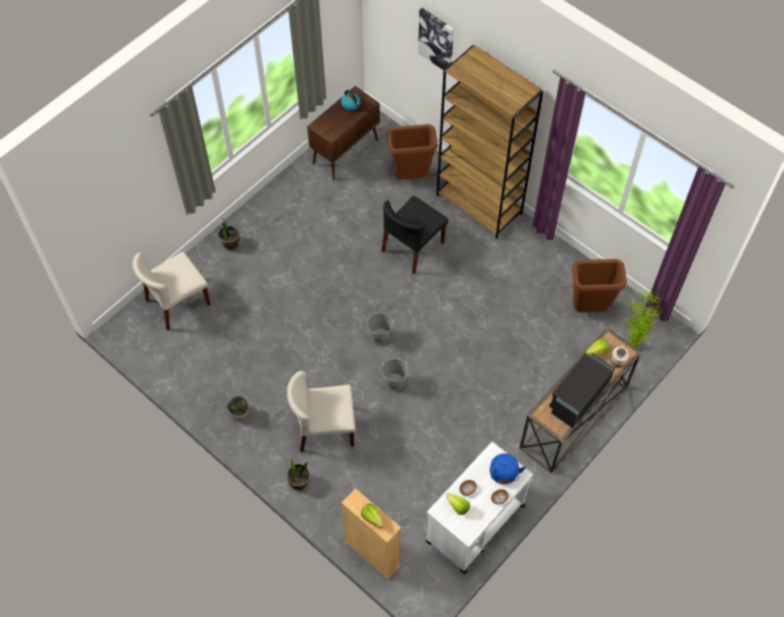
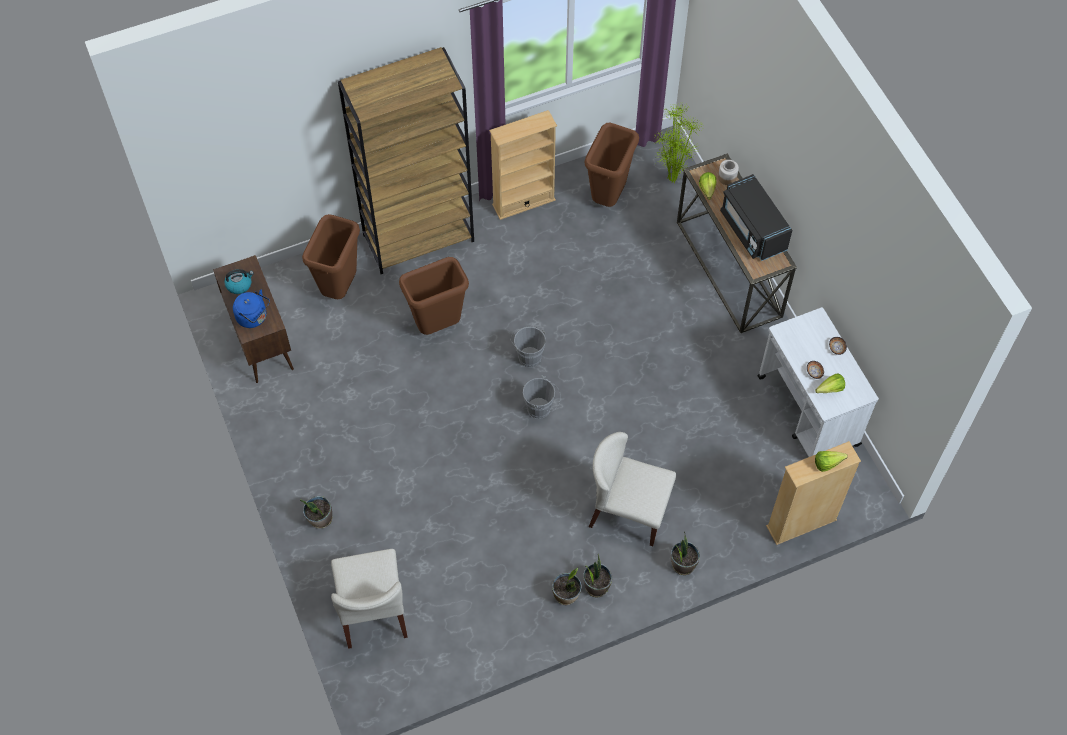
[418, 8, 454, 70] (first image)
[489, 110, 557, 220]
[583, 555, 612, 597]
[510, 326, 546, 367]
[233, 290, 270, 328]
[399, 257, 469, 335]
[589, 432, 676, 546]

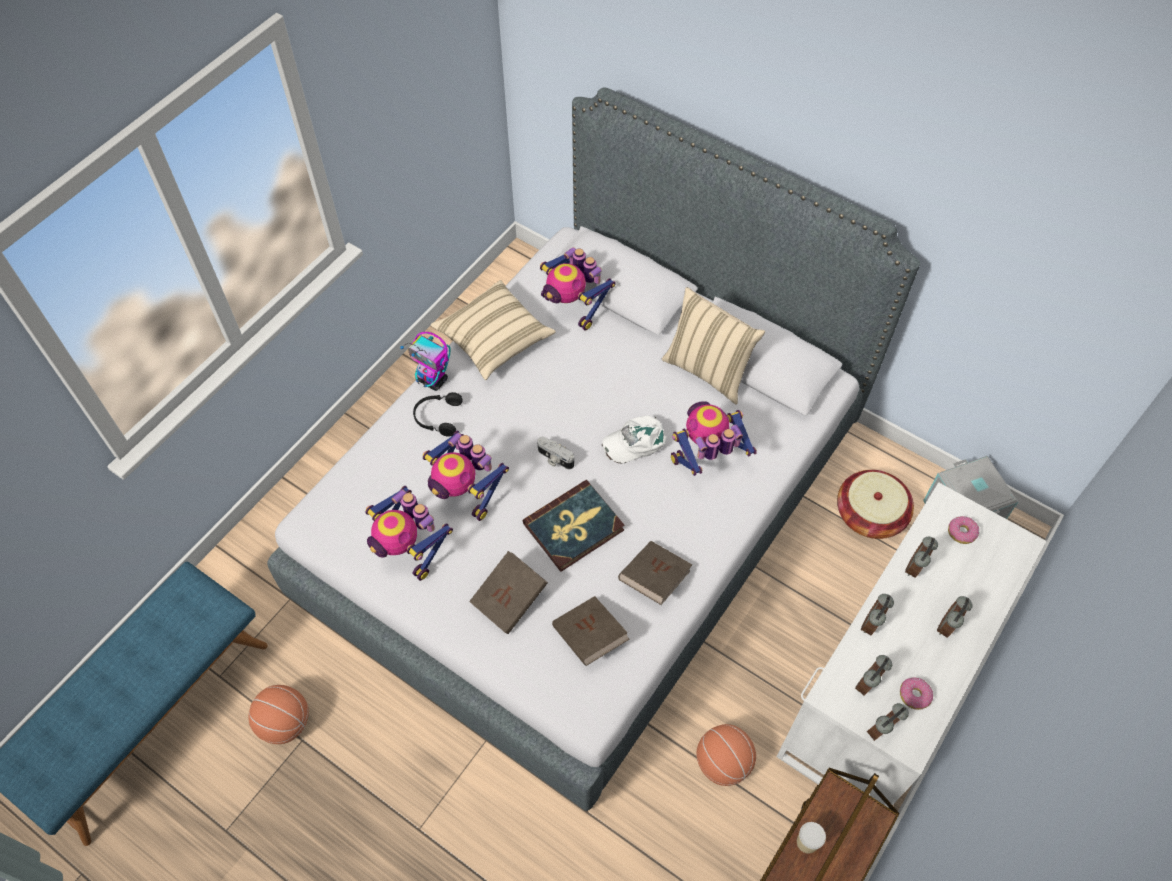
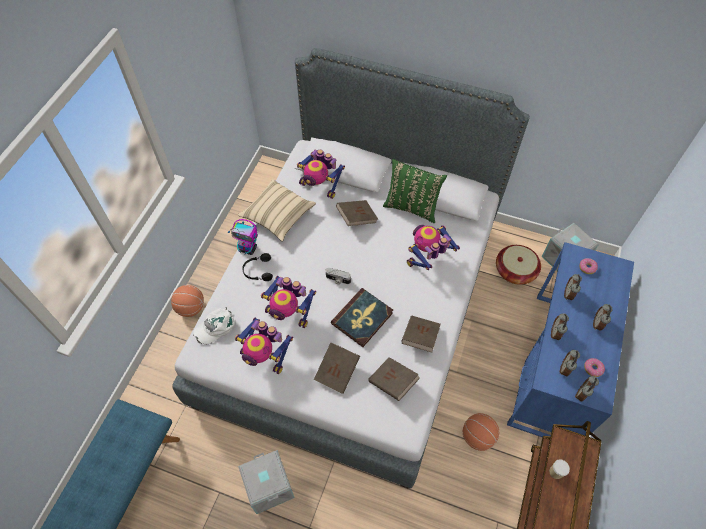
[238, 450, 295, 514]
[336, 200, 378, 226]
[171, 285, 204, 317]
[193, 307, 235, 345]
[383, 159, 447, 223]
[507, 242, 634, 437]

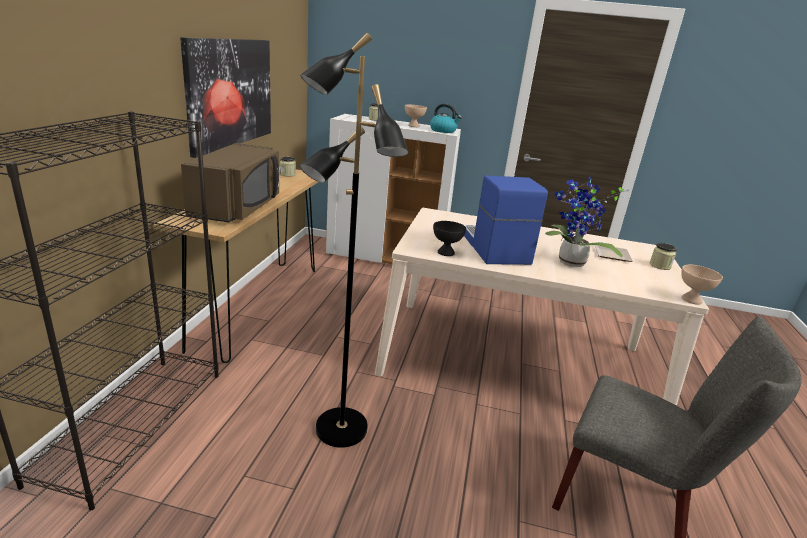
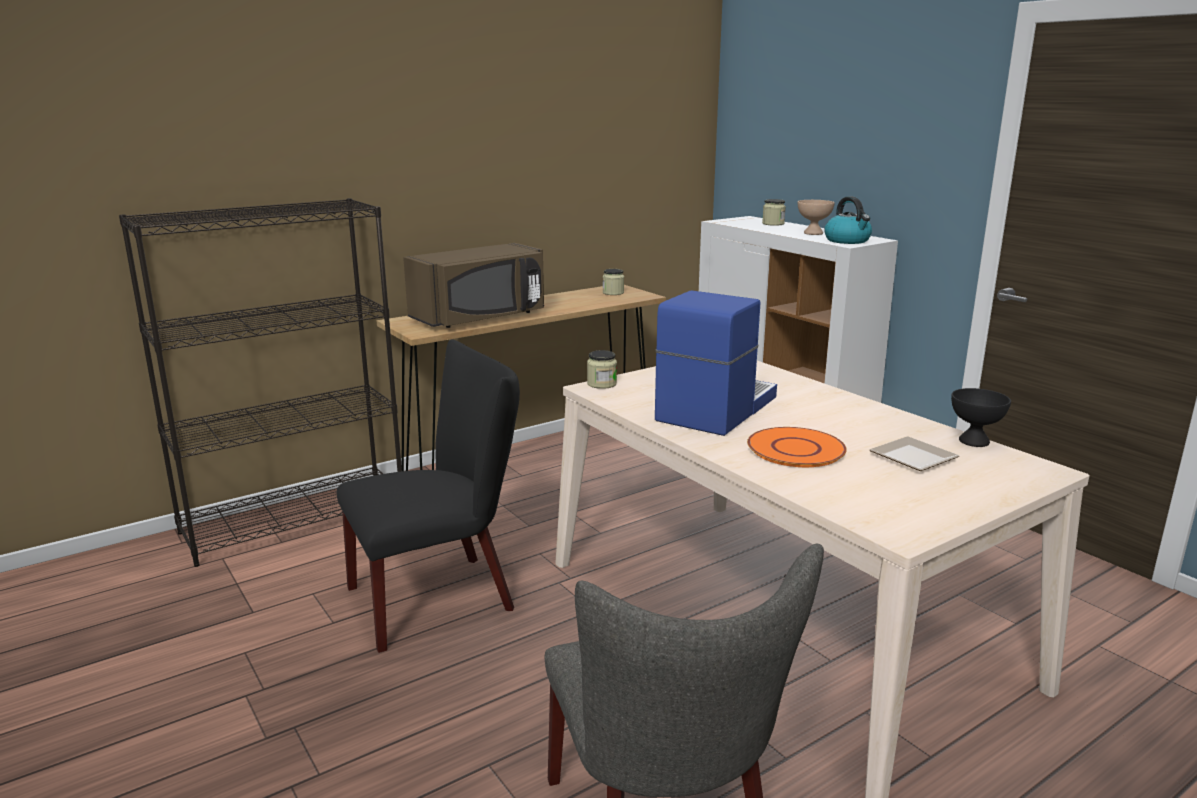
[180, 37, 271, 158] (first image)
[681, 265, 723, 305] (first image)
[951, 388, 1011, 447]
[587, 350, 617, 389]
[337, 339, 520, 653]
[747, 427, 847, 467]

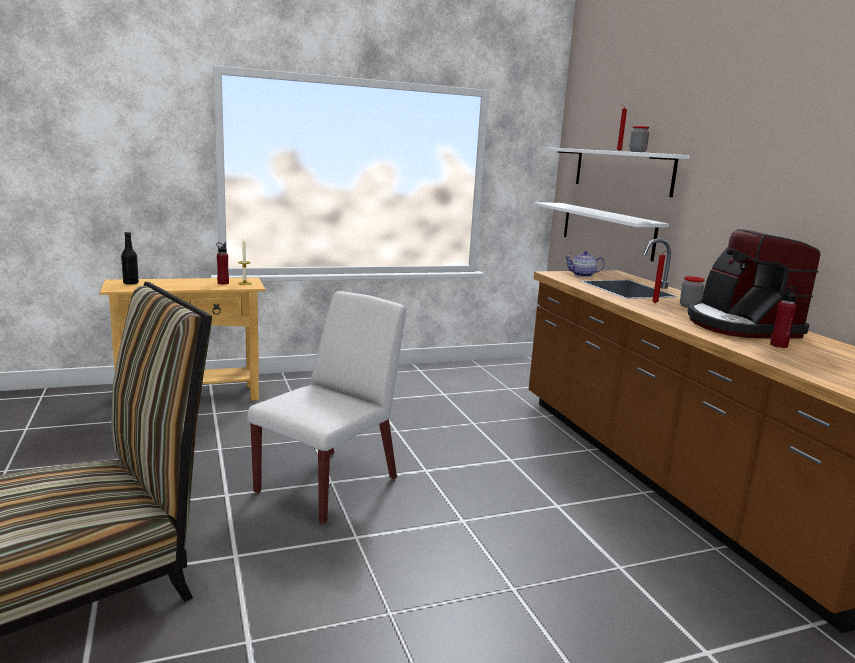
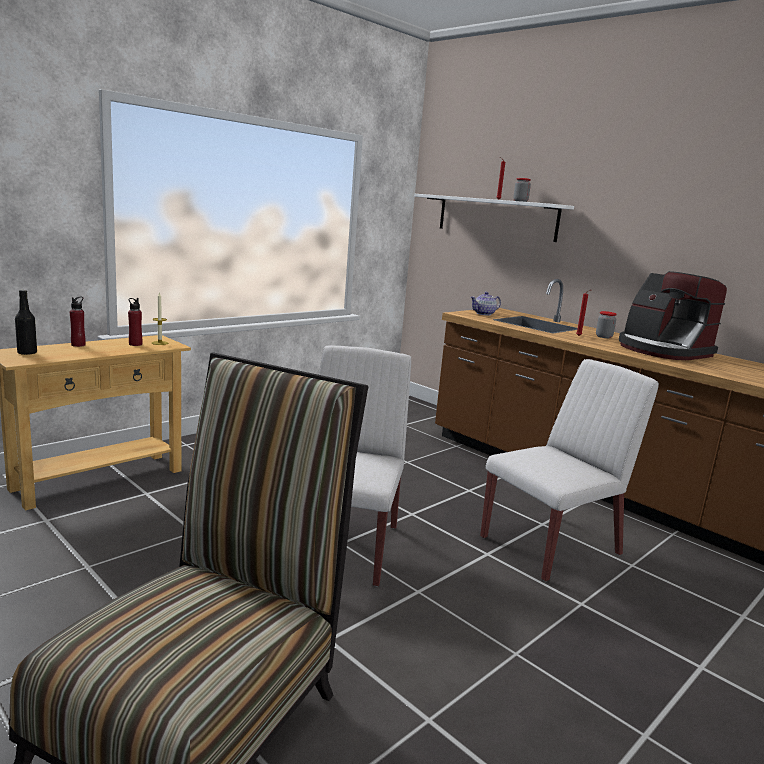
[534, 202, 669, 261] (first image)
[480, 359, 659, 582]
[70, 296, 86, 347]

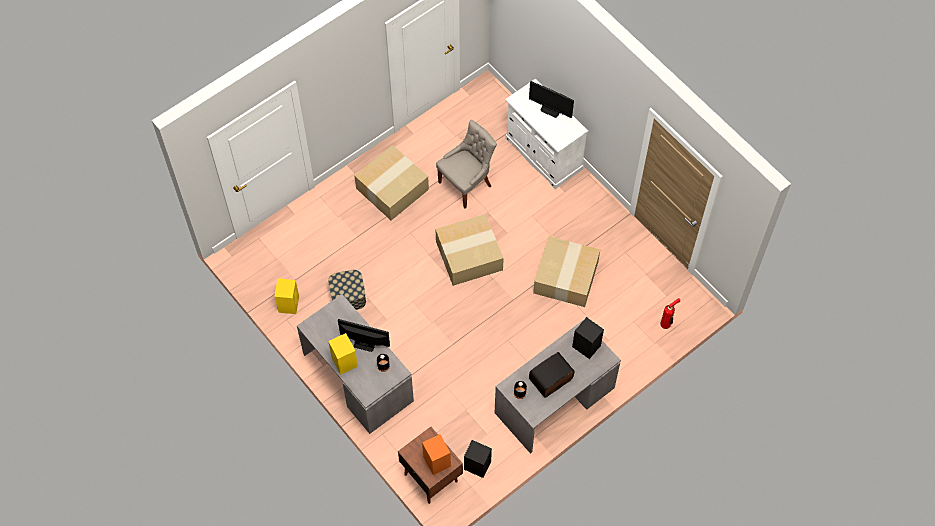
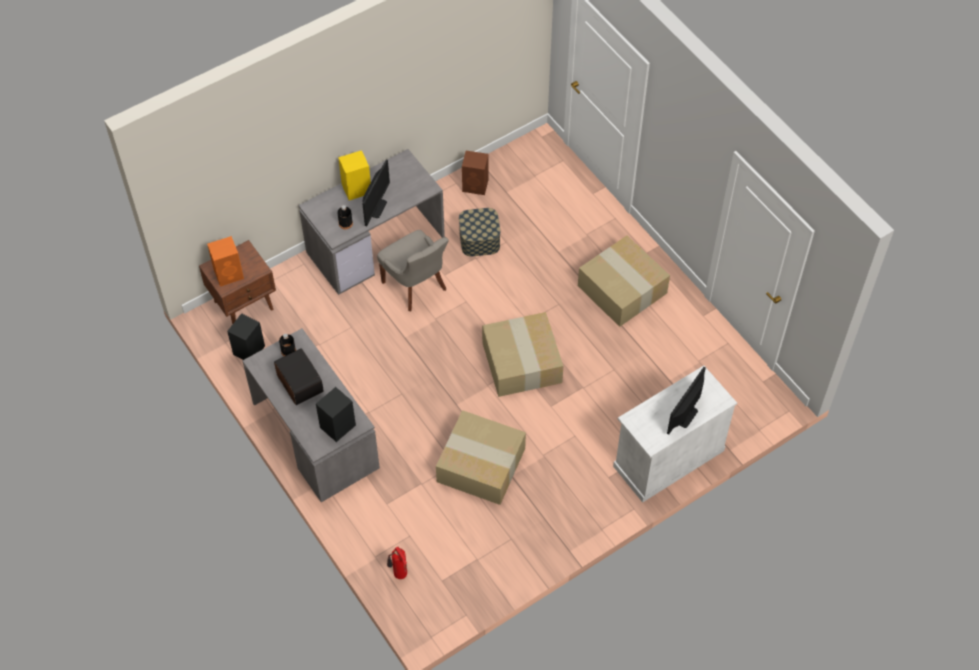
[377, 230, 449, 311]
[462, 151, 489, 195]

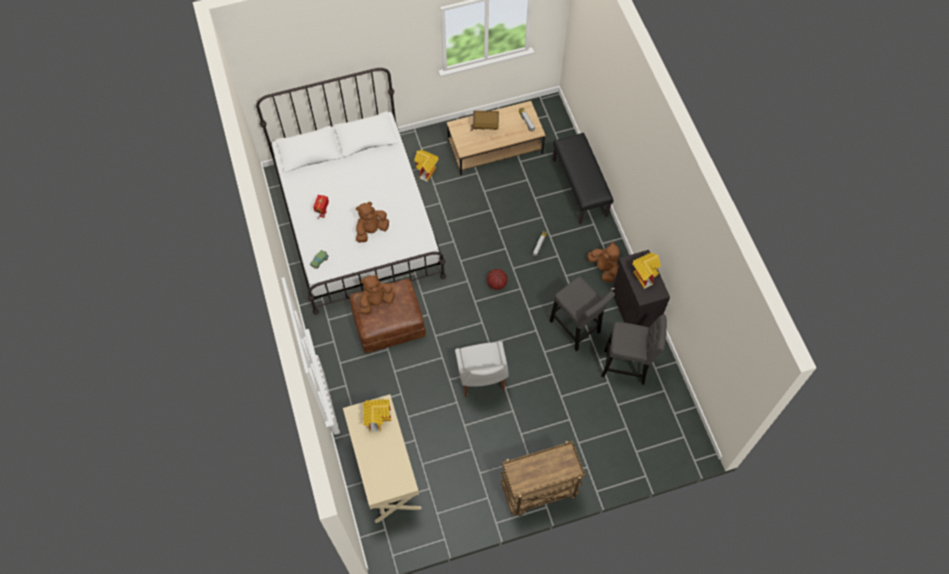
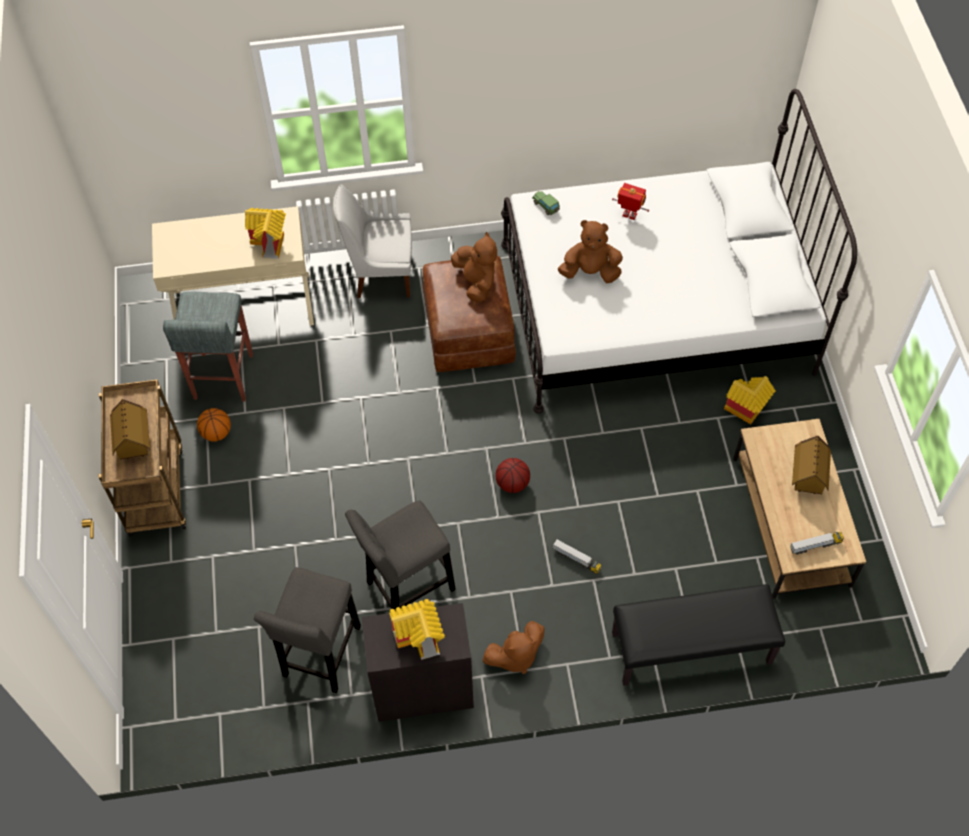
[110, 399, 150, 460]
[163, 292, 253, 401]
[197, 408, 231, 442]
[333, 184, 412, 298]
[558, 220, 623, 283]

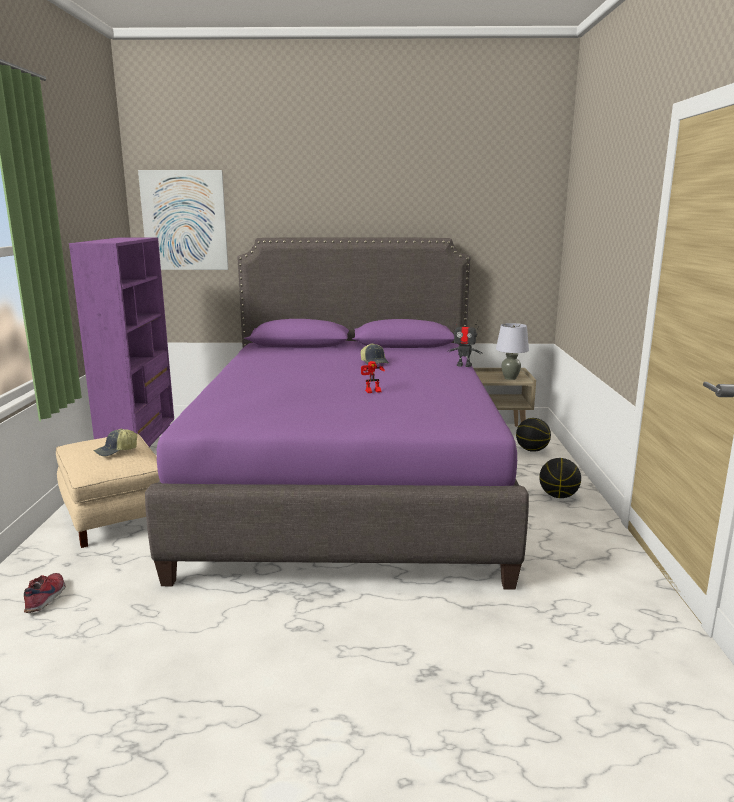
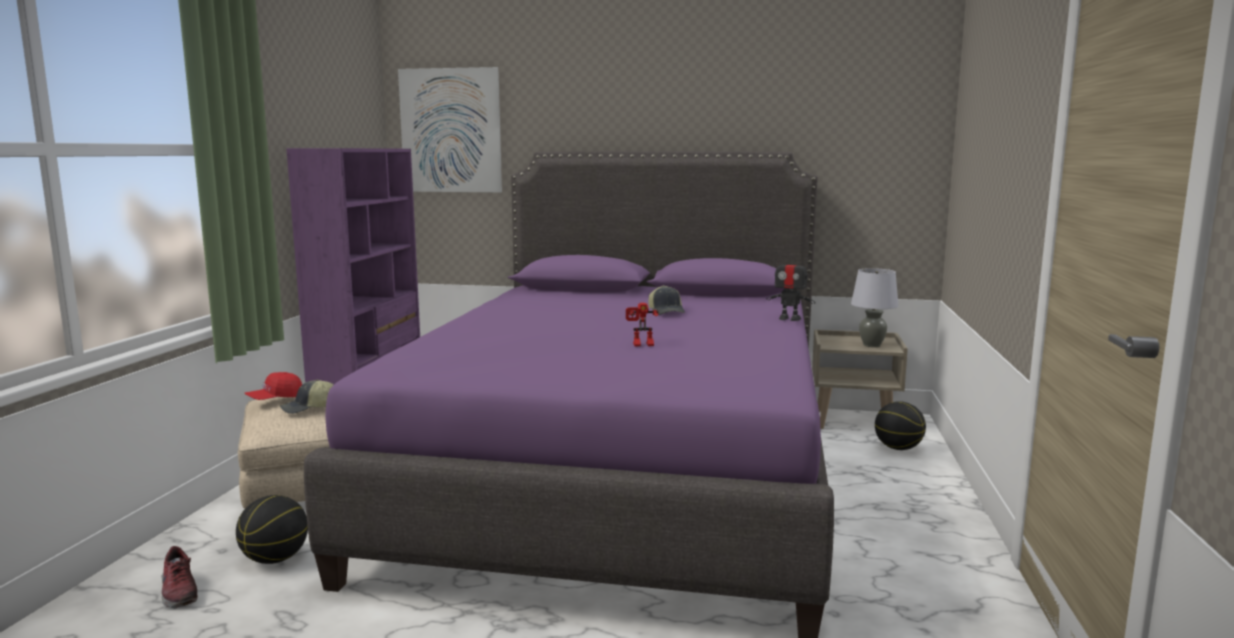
[245, 372, 302, 400]
[236, 495, 308, 564]
[161, 546, 198, 608]

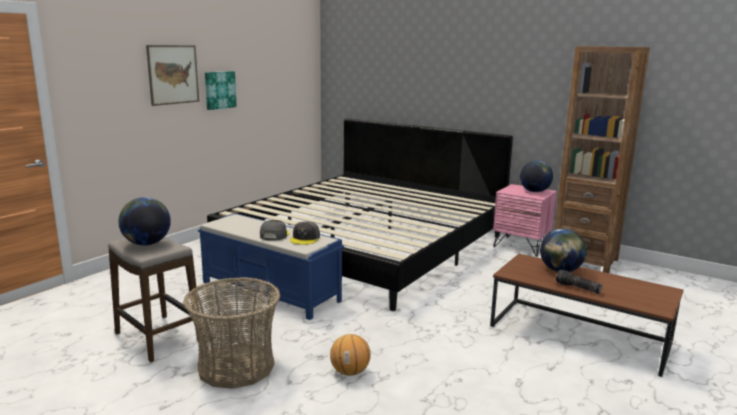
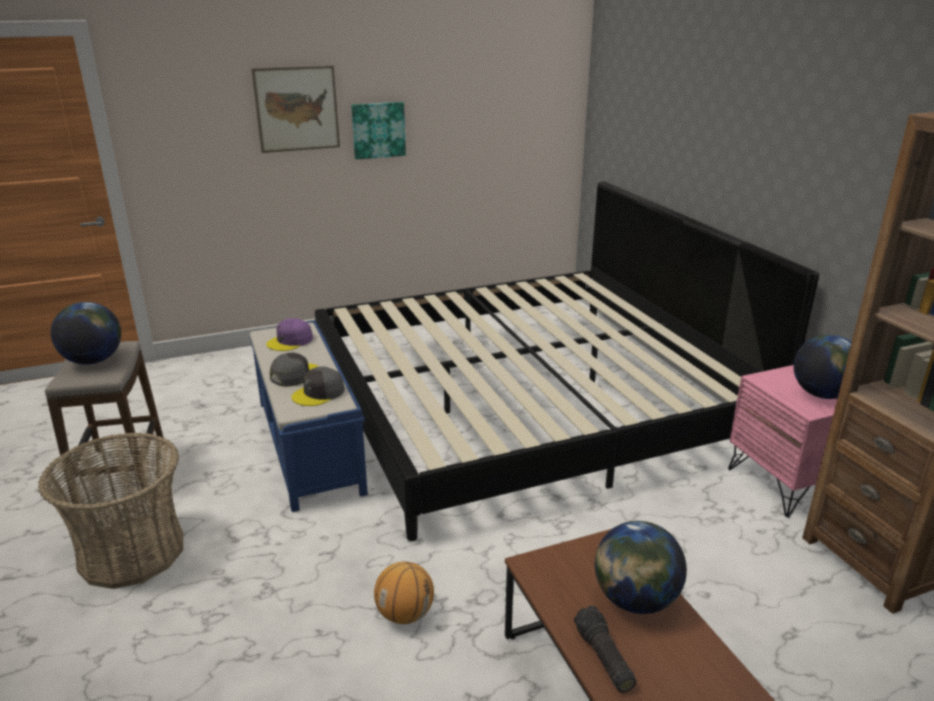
[266, 318, 313, 351]
[374, 561, 434, 624]

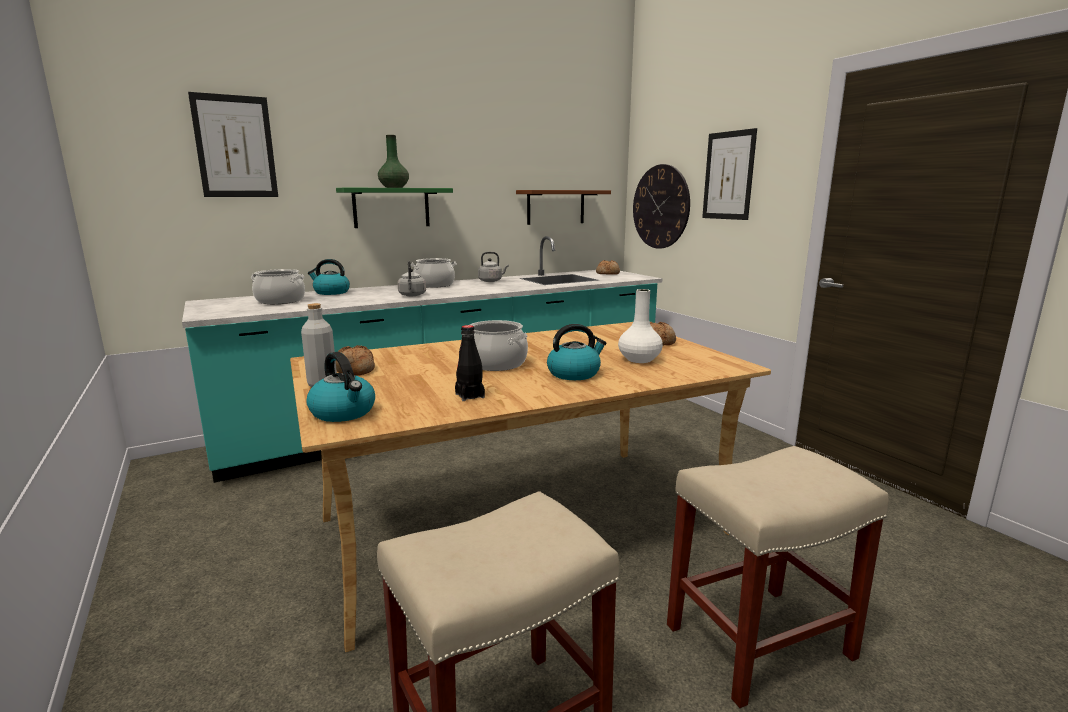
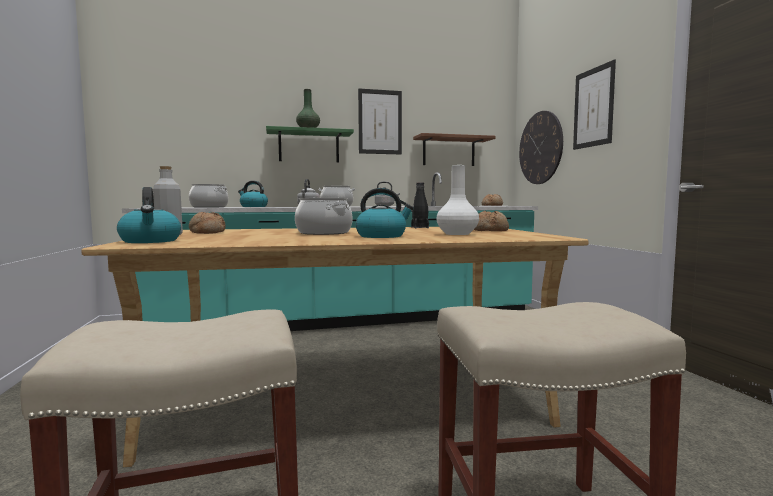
[358, 89, 402, 154]
[411, 182, 429, 228]

